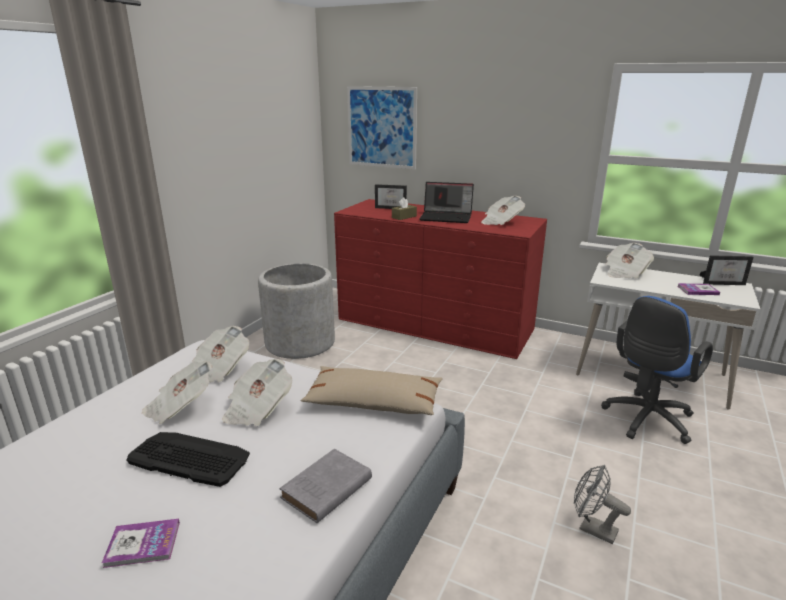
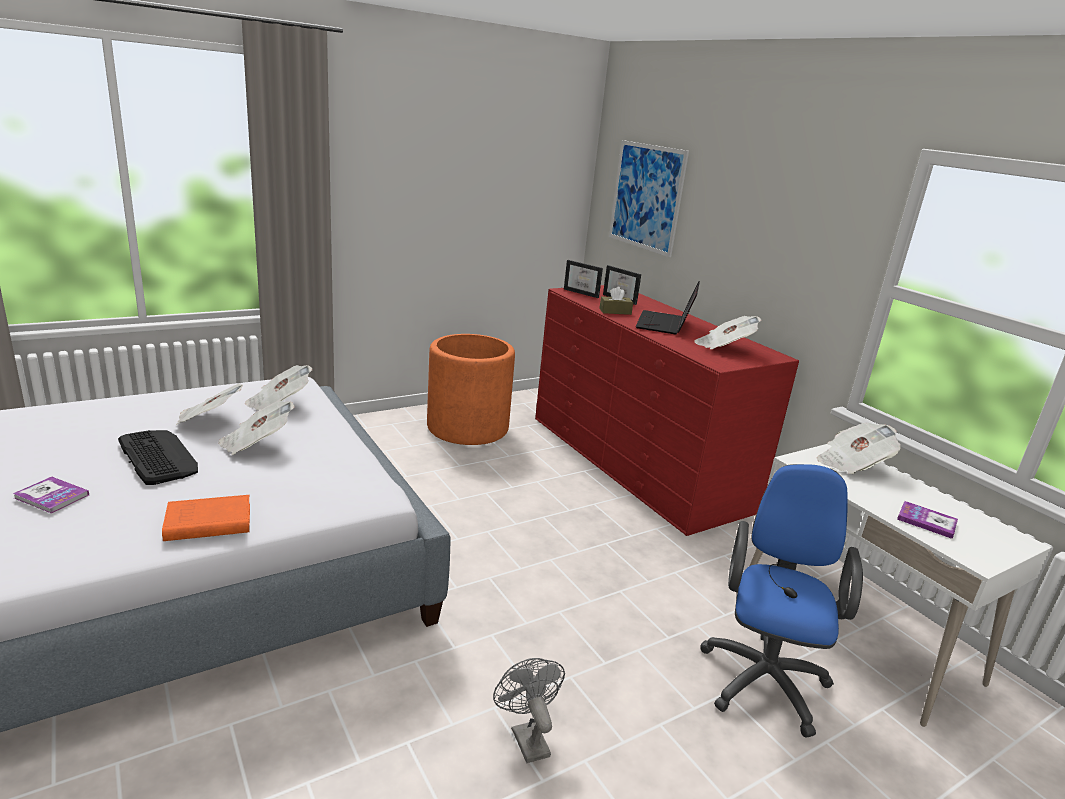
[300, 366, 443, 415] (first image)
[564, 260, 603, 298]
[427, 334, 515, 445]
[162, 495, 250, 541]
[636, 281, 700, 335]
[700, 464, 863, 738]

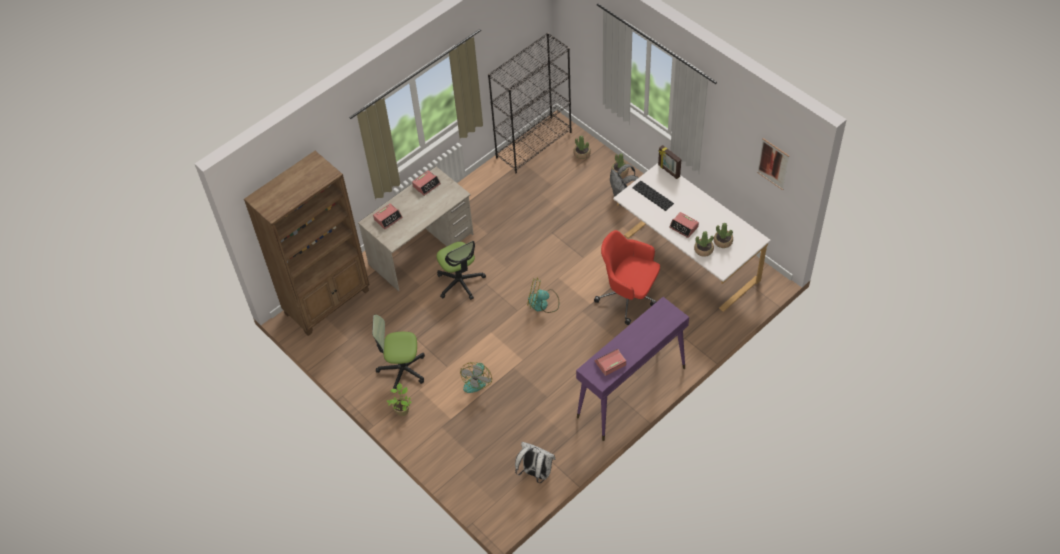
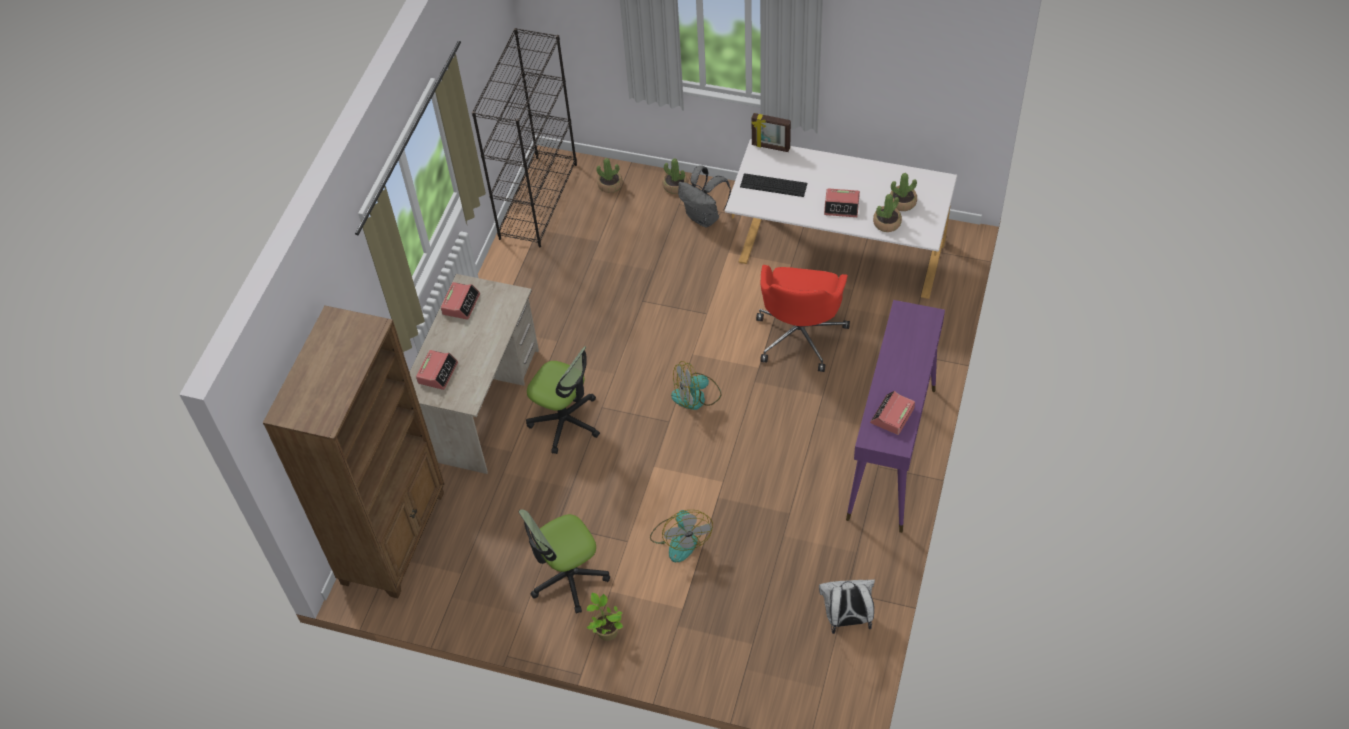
[757, 138, 789, 190] (first image)
[756, 265, 850, 372]

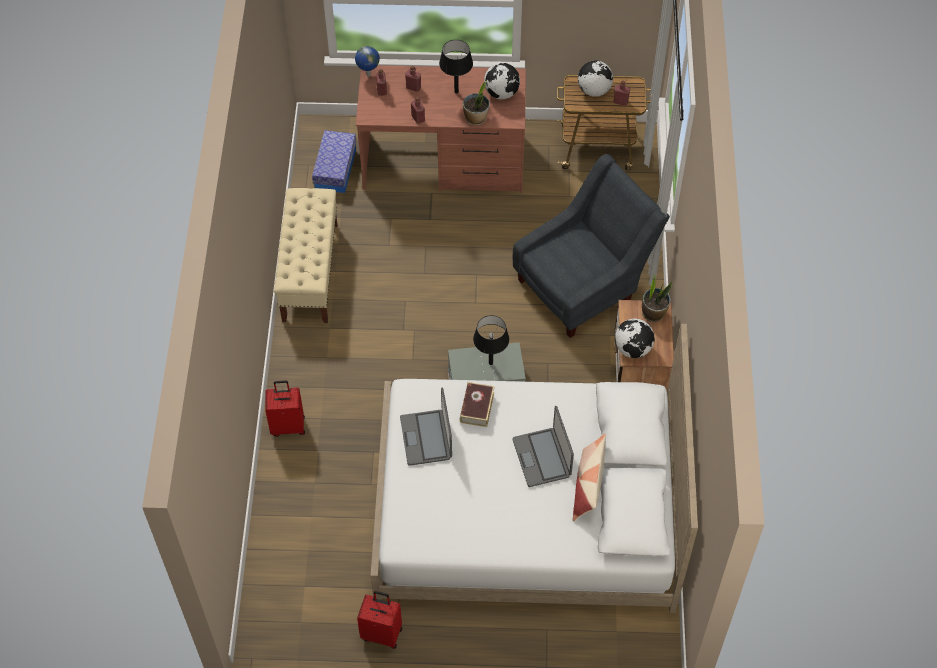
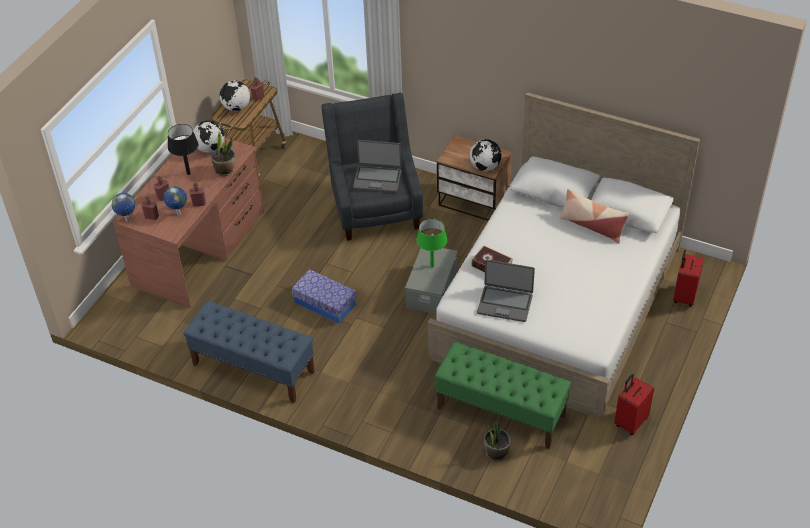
[163, 186, 187, 215]
[435, 342, 571, 449]
[673, 250, 704, 307]
[292, 269, 356, 324]
[353, 140, 402, 192]
[484, 417, 511, 461]
[183, 301, 315, 403]
[416, 218, 447, 268]

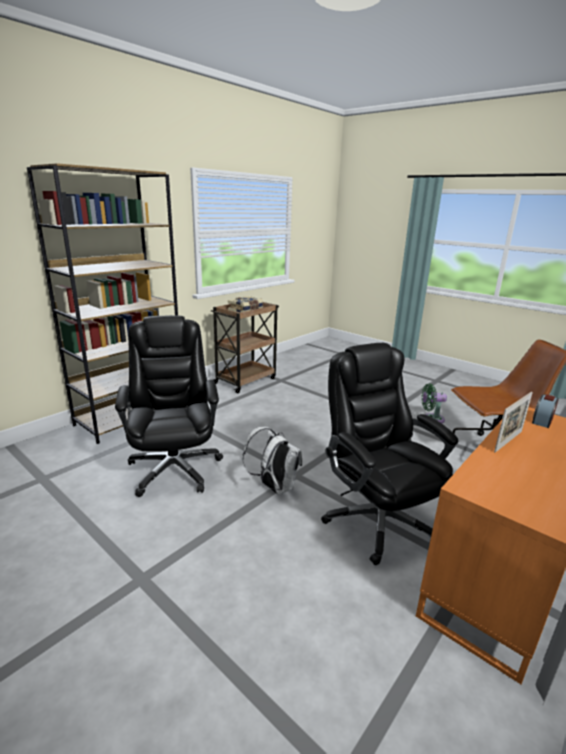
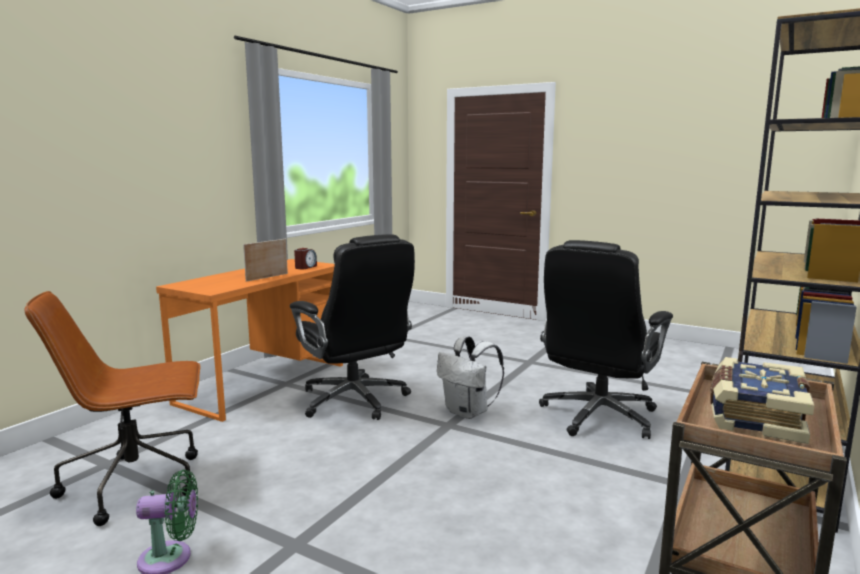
[294, 248, 317, 270]
[539, 240, 673, 439]

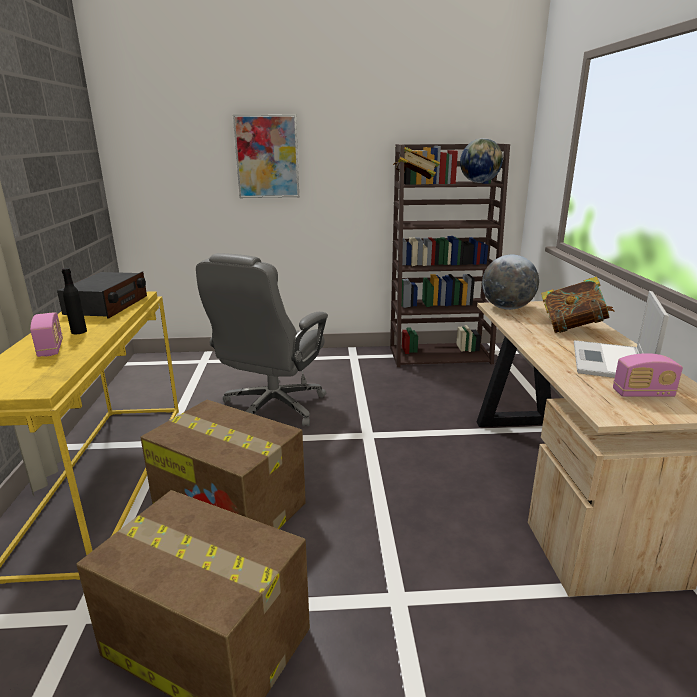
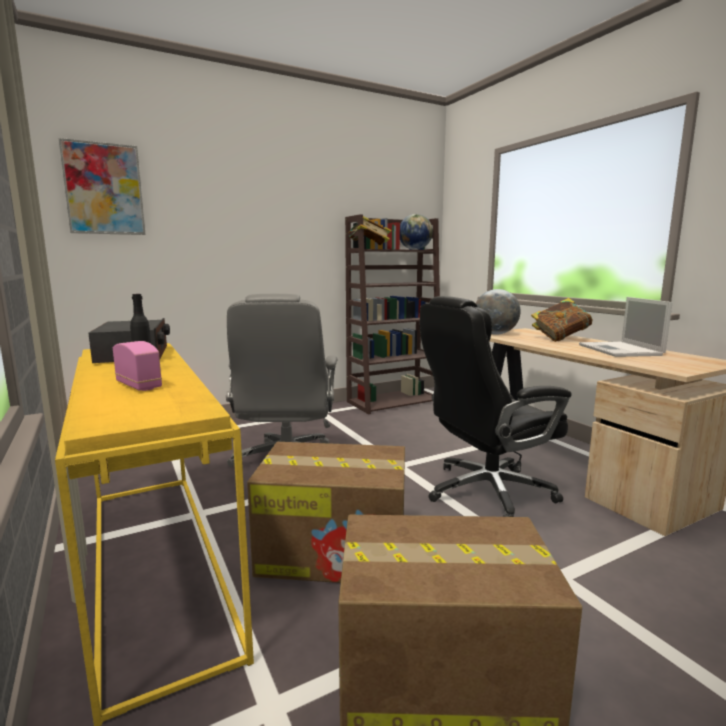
[613, 353, 683, 397] (first image)
[420, 296, 572, 517]
[59, 138, 146, 235]

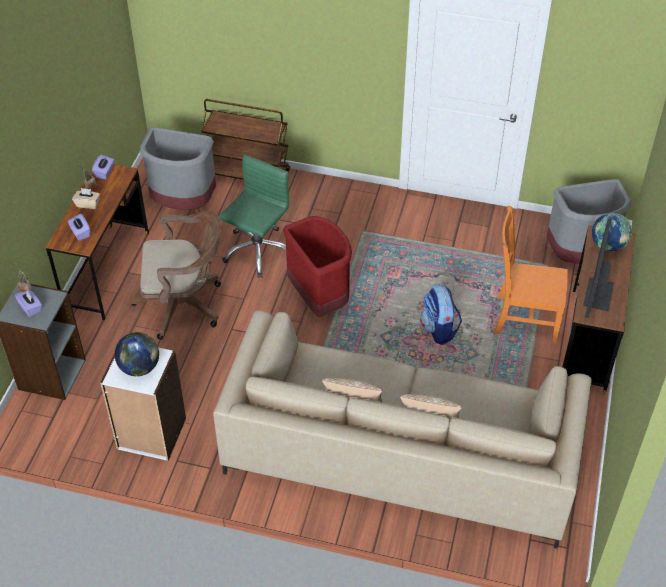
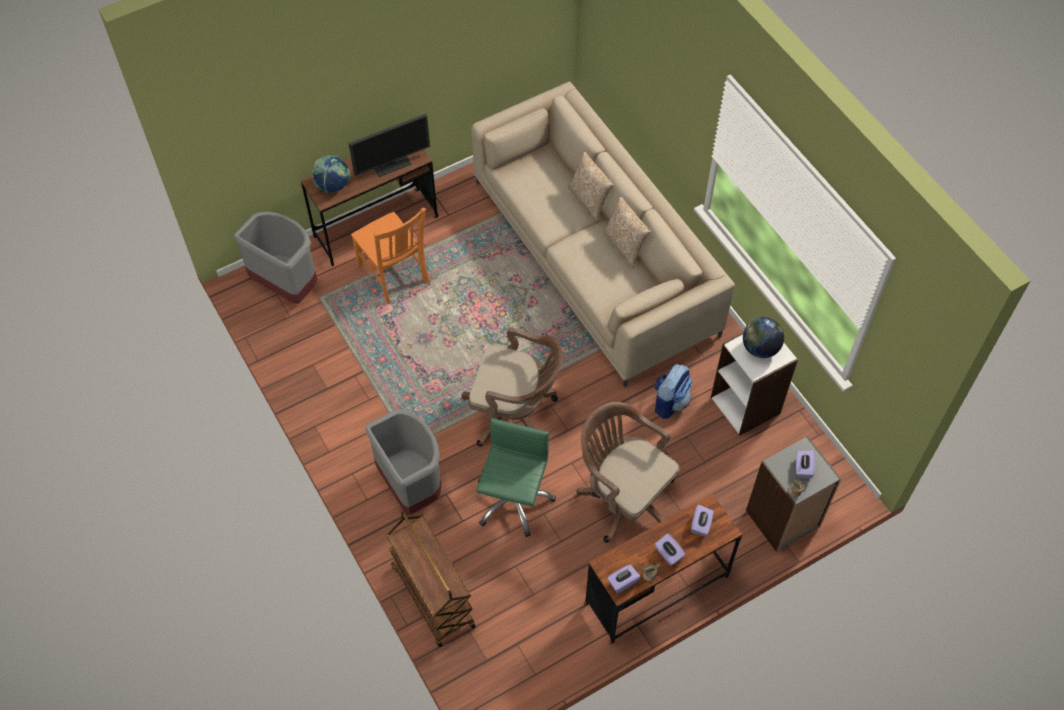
[365, 409, 442, 515]
[654, 364, 692, 419]
[461, 328, 563, 446]
[654, 533, 686, 566]
[476, 418, 556, 537]

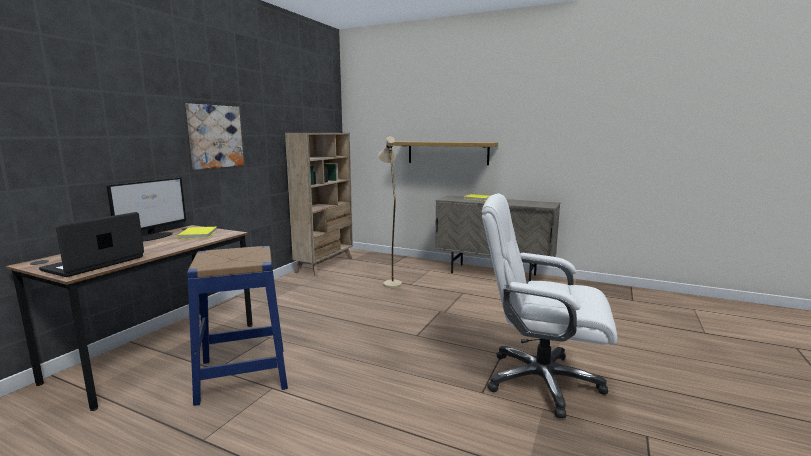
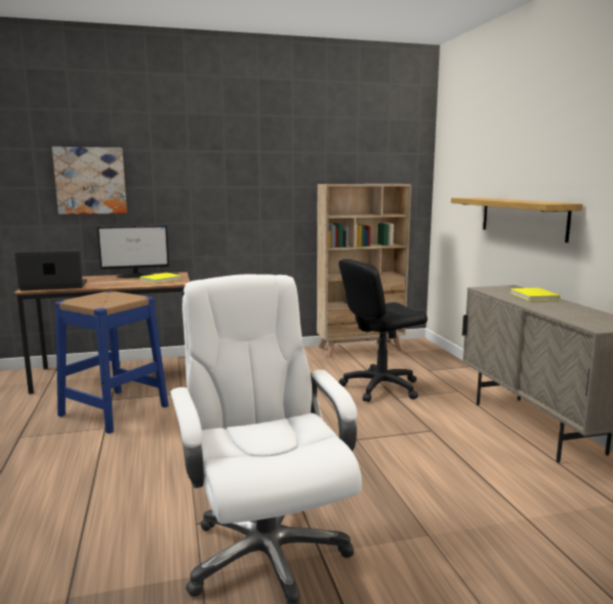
[52, 147, 127, 214]
[339, 259, 428, 402]

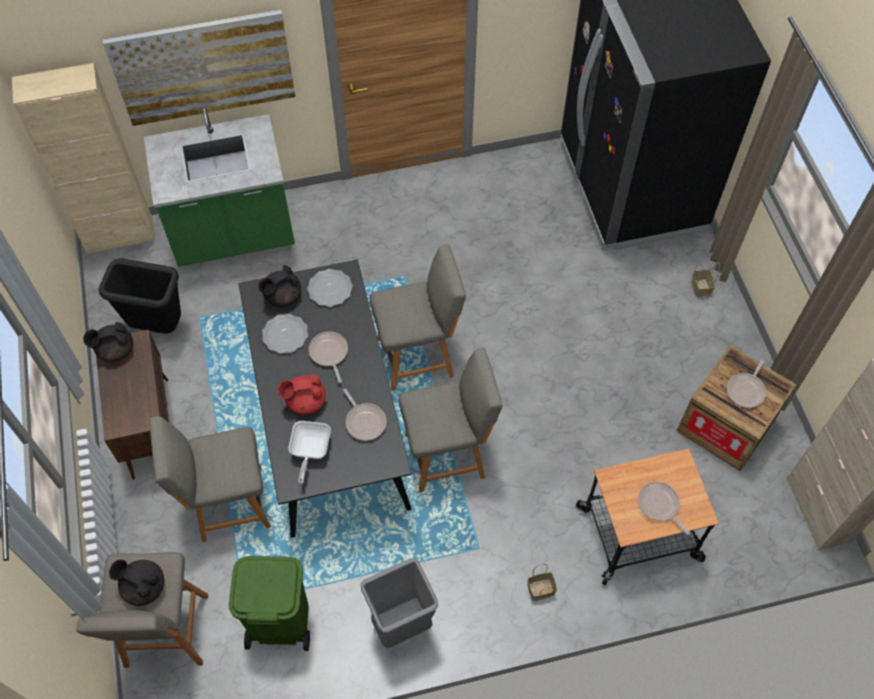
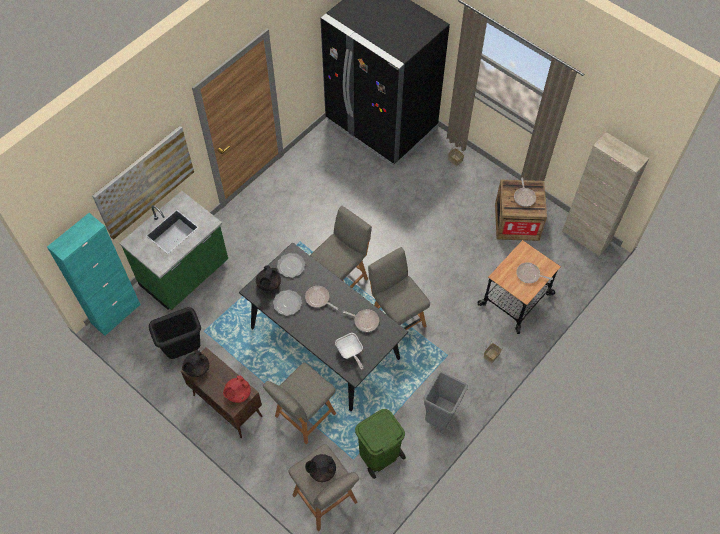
[223, 375, 251, 403]
[47, 213, 141, 336]
[368, 247, 430, 330]

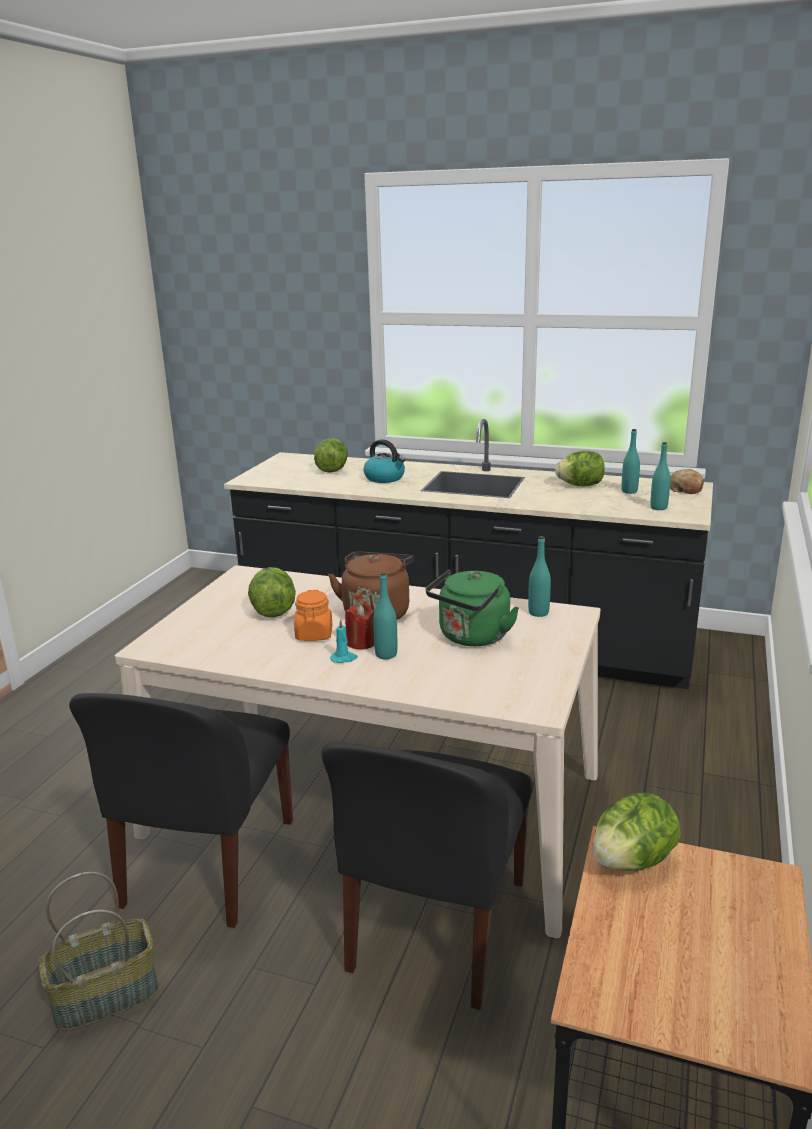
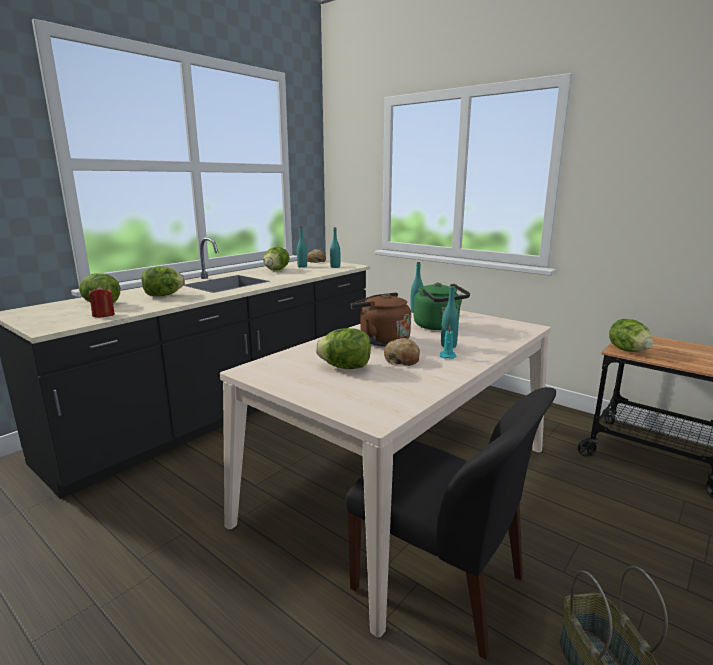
[321, 741, 533, 1010] (first image)
[89, 286, 115, 318]
[384, 338, 420, 366]
[141, 267, 185, 297]

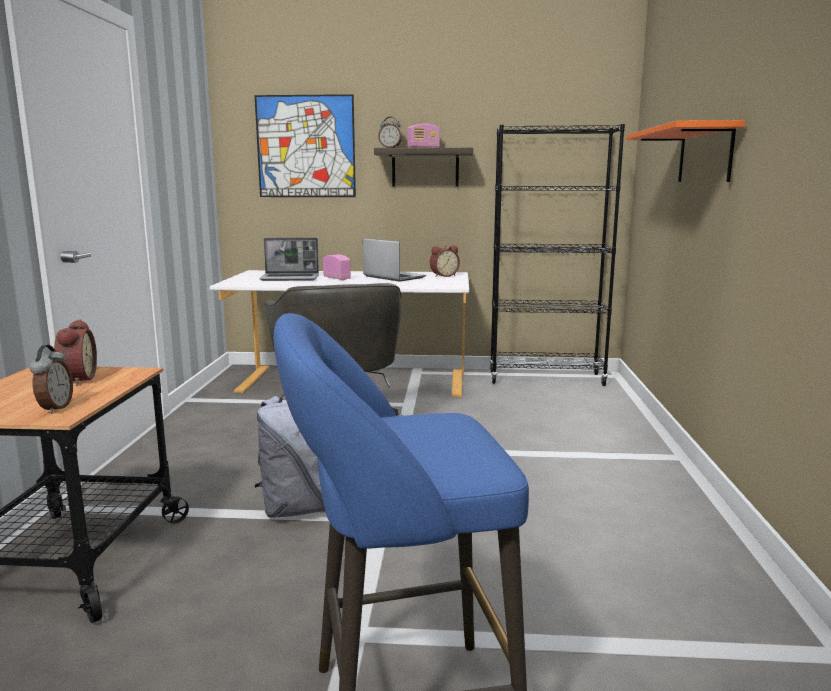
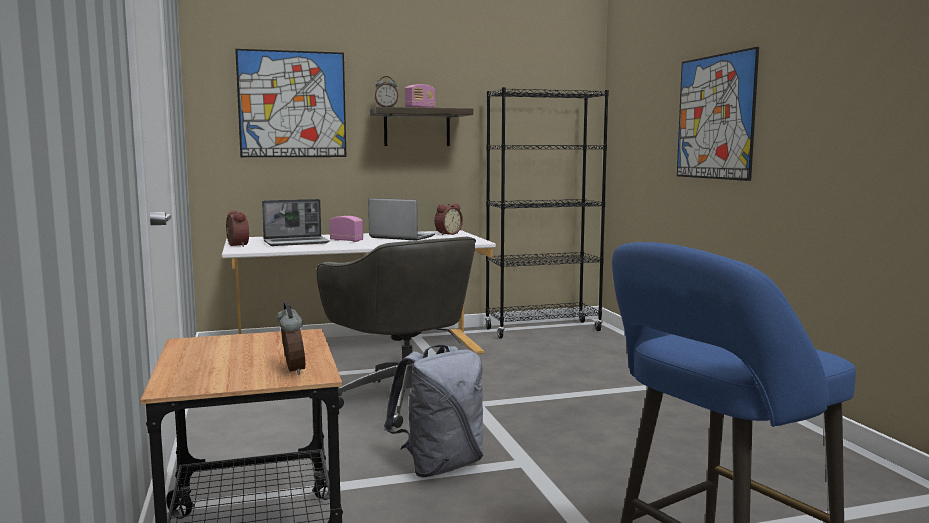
[226, 210, 249, 247]
[677, 47, 759, 181]

